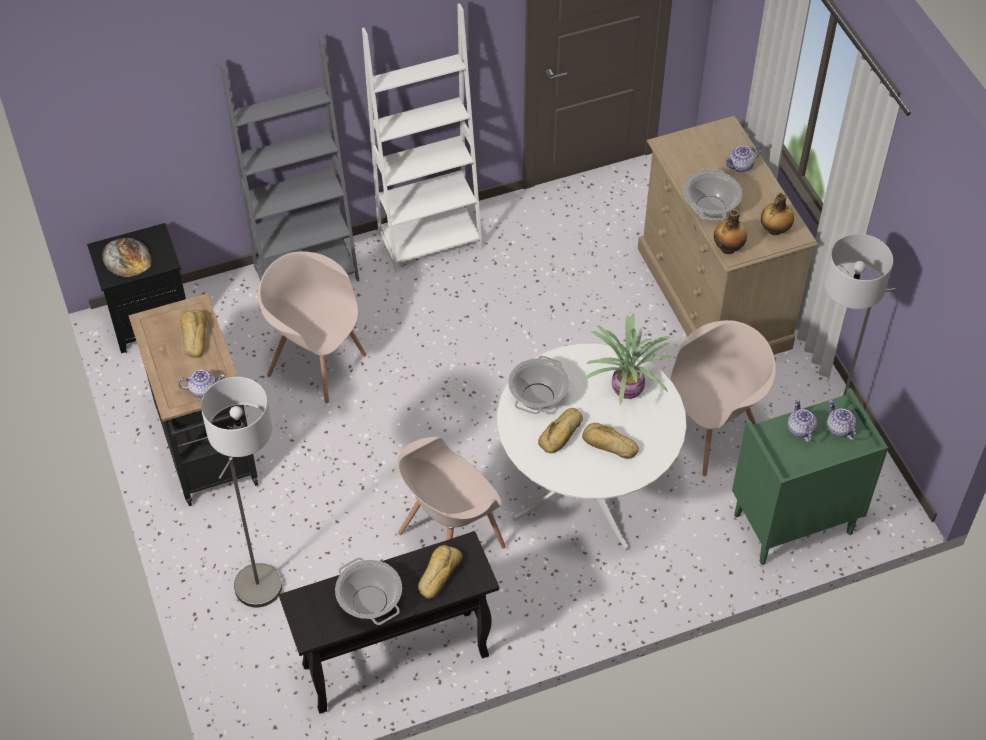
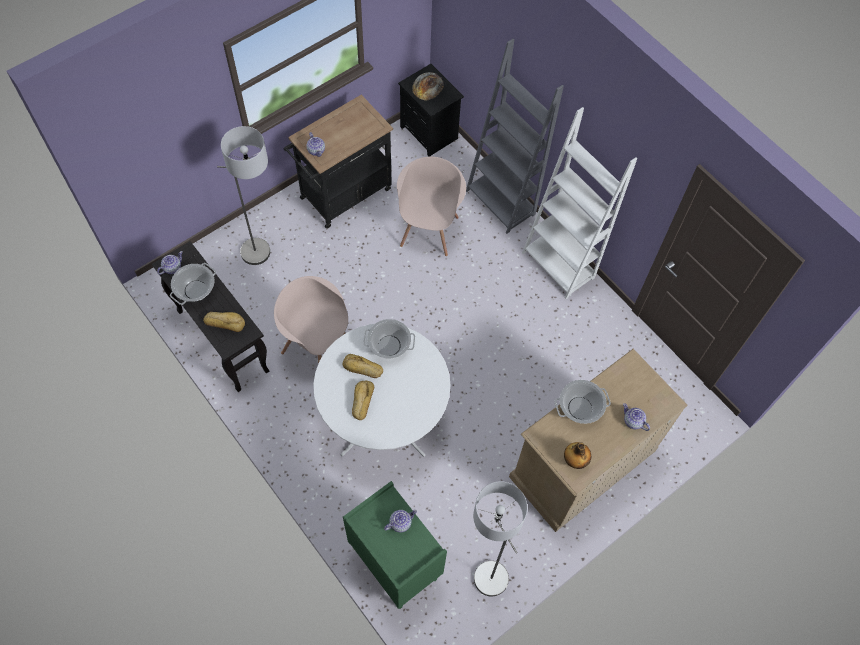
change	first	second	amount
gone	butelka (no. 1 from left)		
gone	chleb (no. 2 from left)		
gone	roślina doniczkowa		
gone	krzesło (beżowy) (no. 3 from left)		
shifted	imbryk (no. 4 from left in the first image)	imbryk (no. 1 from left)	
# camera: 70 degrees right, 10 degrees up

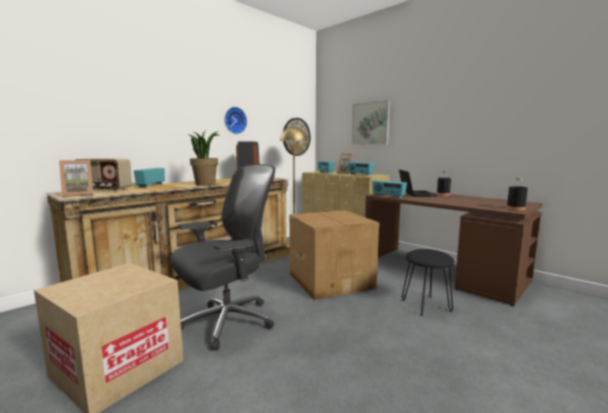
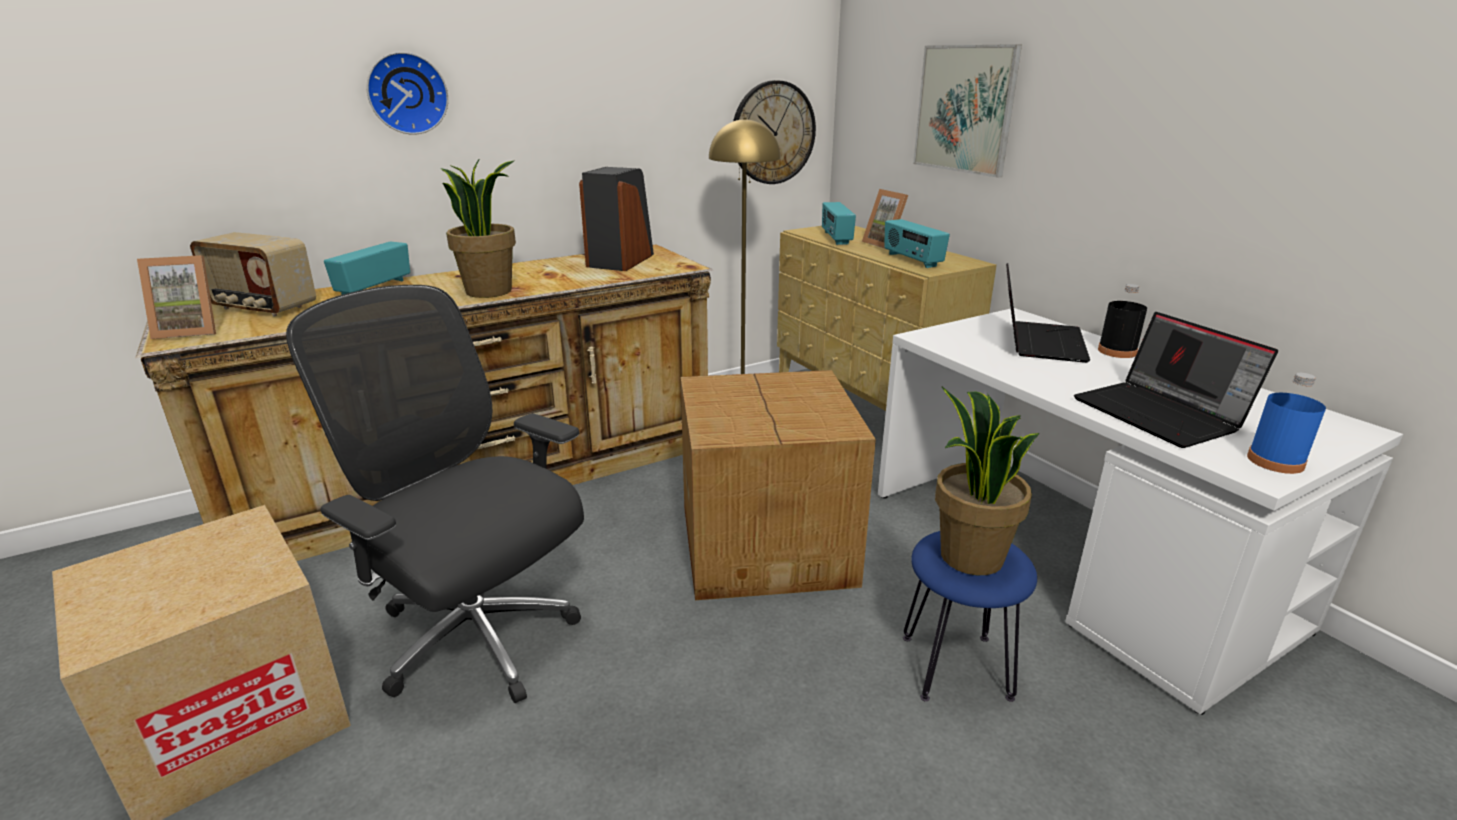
change	first	second	amount
shifted	zegar ścienny (no. 1 from left)		
rotated	krzesło biurowe		120 degrees counterclockwise
repainted	butelka (czarny) (no. 2 from left)	butelka (niebieski)	
gone	radio (no. 5 from left)		
repainted	biurko (brązowy)	biurko (biały)	
repainted	stołek (czarny)	stołek (niebieski)	
new		laptop (no. 2 from left)	
new		roślina doniczkowa (no. 2 from left)	
# camera: 15 degrees right, 15 degrees up

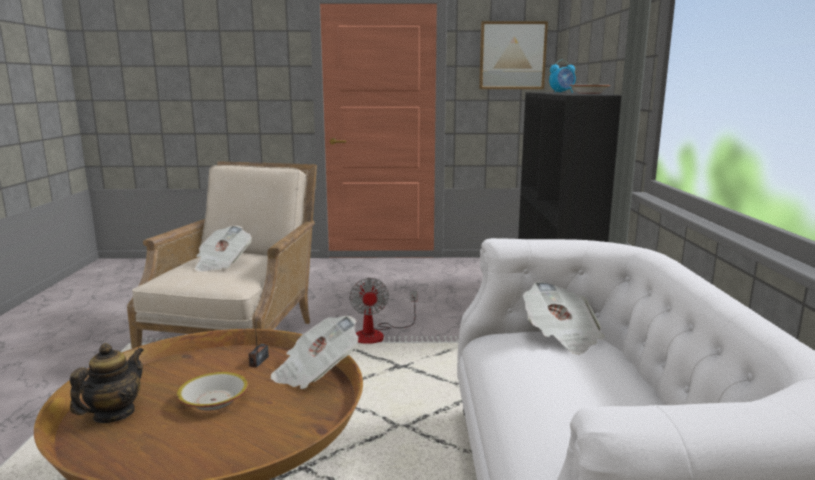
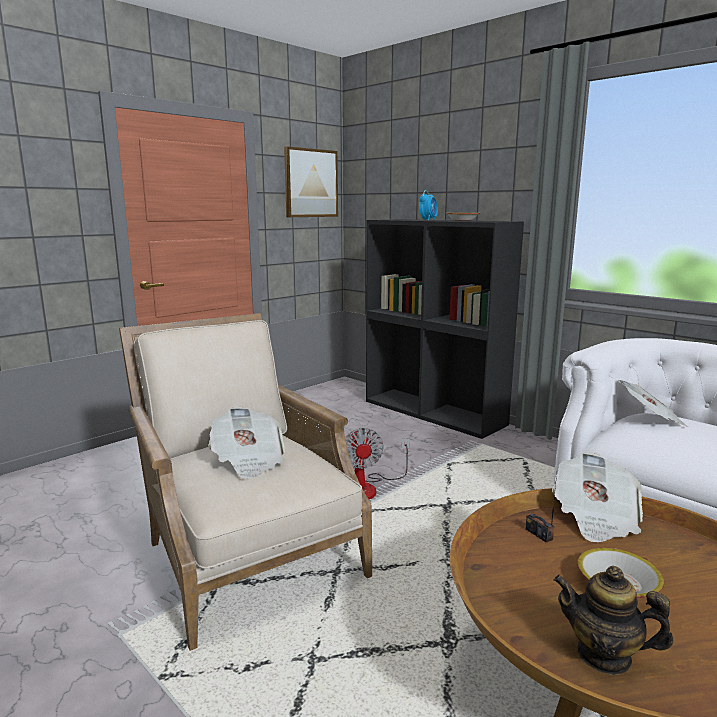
change	first	second	amount
rotated	wentylator		45 degrees clockwise
rotated	imbryk		45 degrees counterclockwise
# camera: 45 degrees left, 0 degrees up

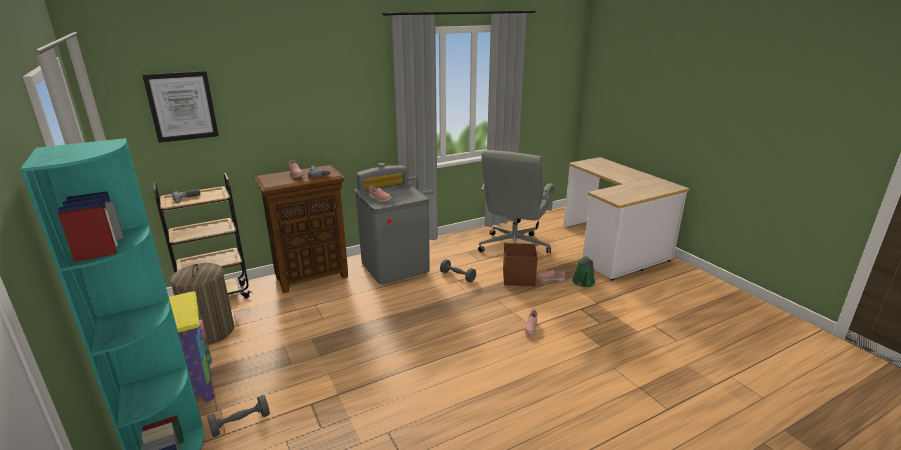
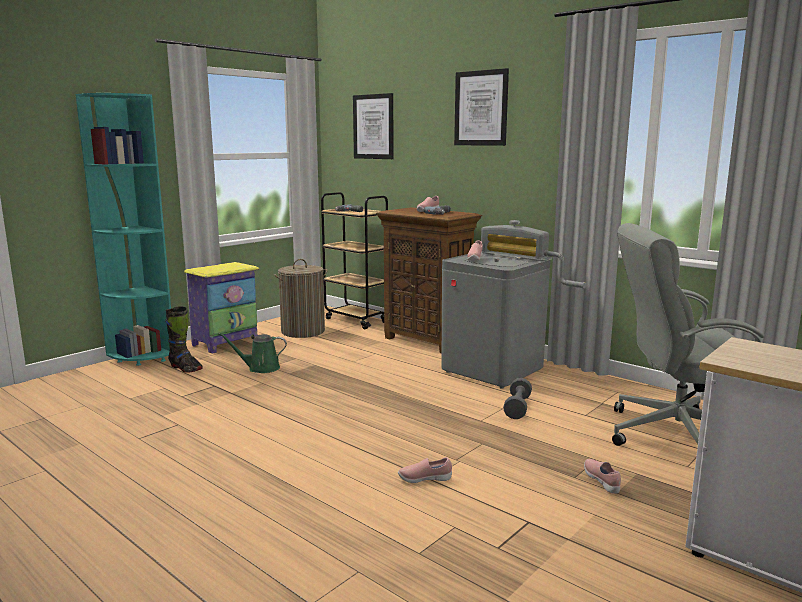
change	first	second	amount
gone	pojemnik do przechowywania (brązowy)		
shifted	konewka (zielony)		
swapped	hantel (szary) (no. 1 from left)	but z cholewką (czarny)	
new		obraz (no. 2 from left)	
# camera: 70 degrees right, 10 degrees down

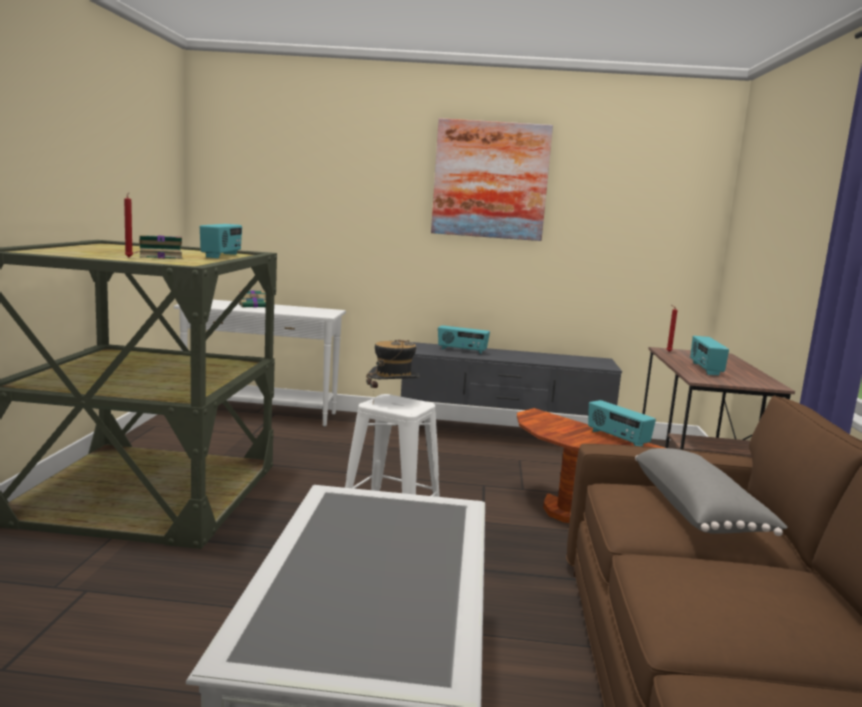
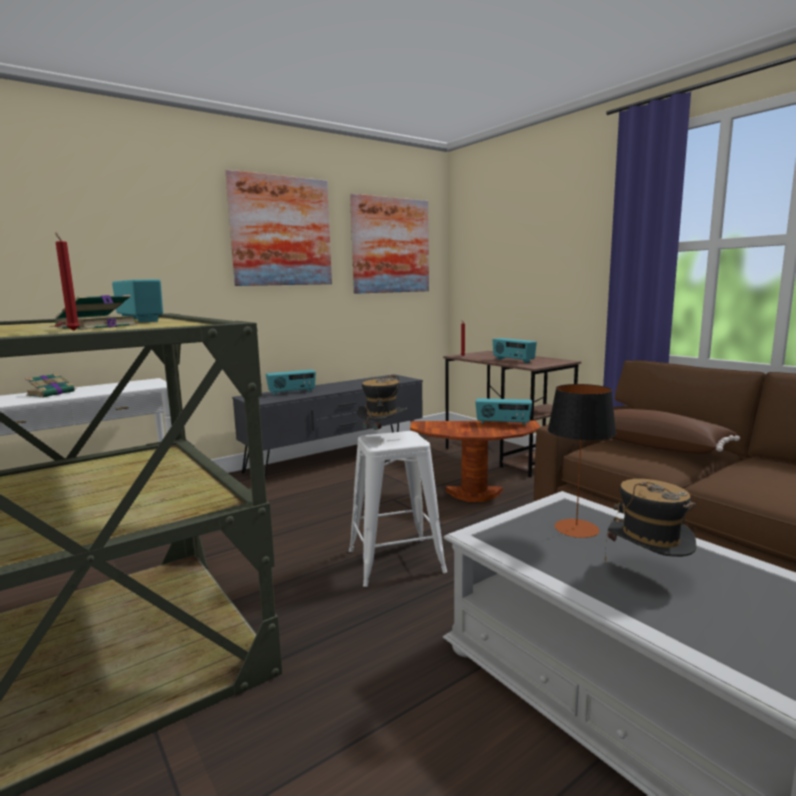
change	first	second	amount
repainted	poduszka (szary)	poduszka (brązowy)	
new		obraz (no. 2 from left)	
new		lampa stołowa	
new		kapelusz (no. 2 from left)	
# camera: 40 degrees left, 0 degrees up

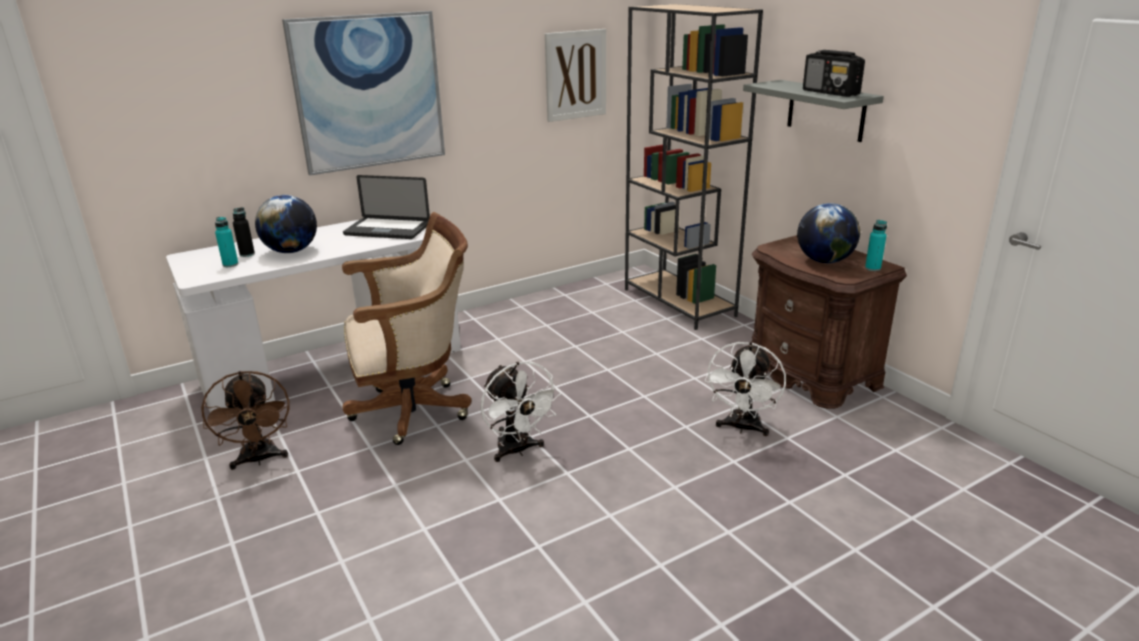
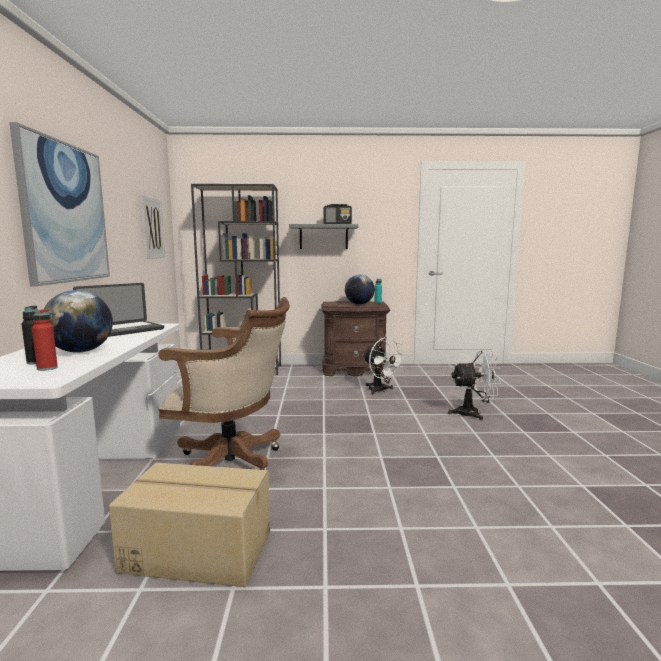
change	first	second	amount
rotated	krzesło biurowe		90 degrees clockwise
repainted	butelka (turkusowy) (no. 1 from left)	butelka (czerwony)	
shifted	wentylator (biały) (no. 1 from left in the first image)	wentylator (biały) (no. 2 from left)	
swapped	wentylator (brązowy)	karton	
# camera: 60 degrees left, 15 degrees down

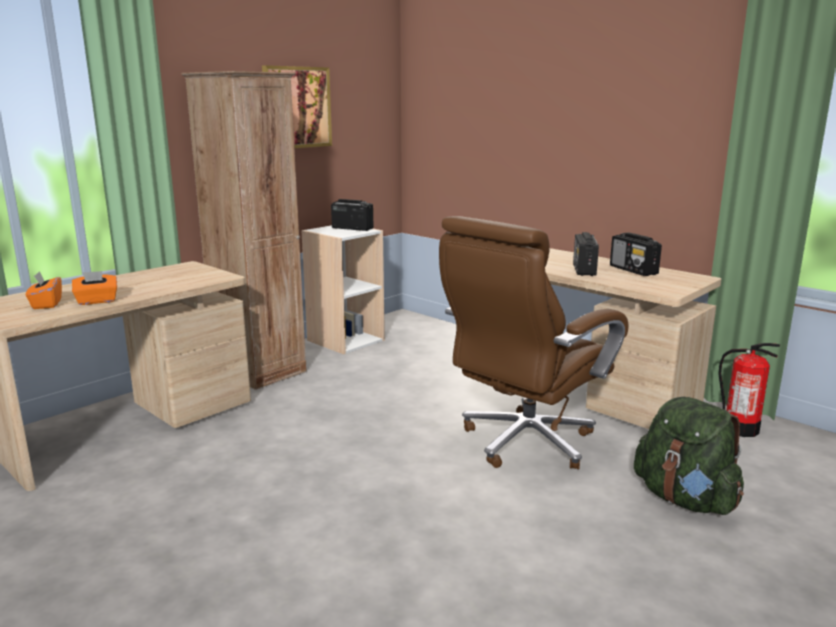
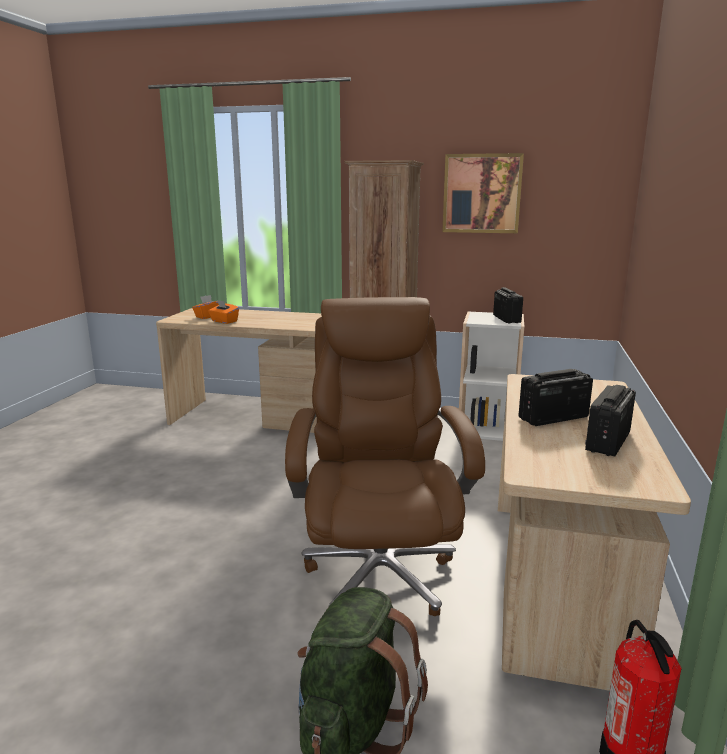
change	first	second	amount
rotated	krzesło biurowe (brązowy)		75 degrees clockwise
# camera: 60 degrees right, 0 degrees up

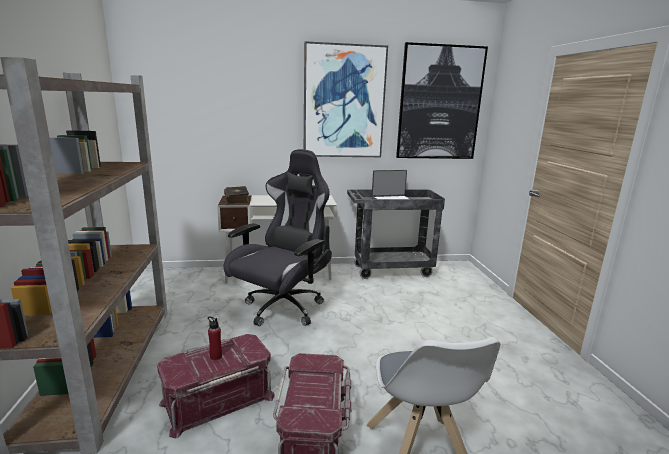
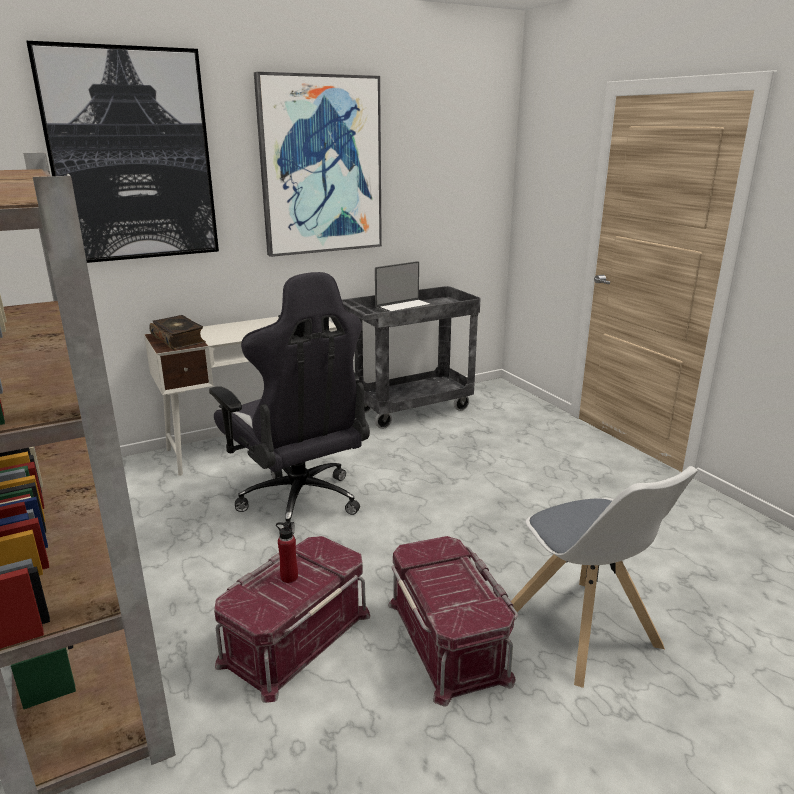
change	first	second	amount
shifted	obraz (no. 2 from left in the first image)	obraz (no. 1 from left)	
rotated	krzesło biurowe (czarny)		135 degrees clockwise
# camera: 20 degrees left, 5 degrees up

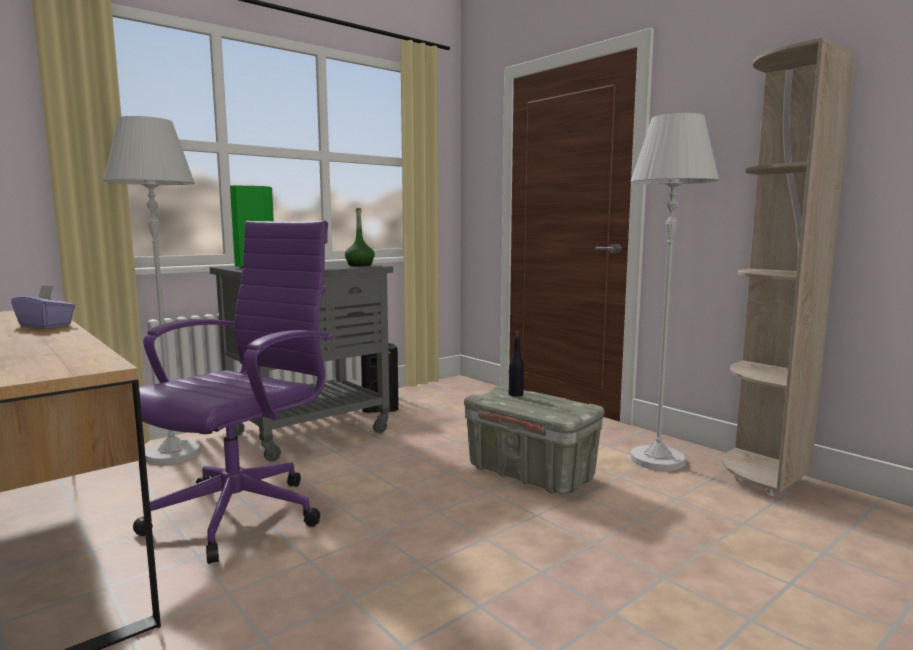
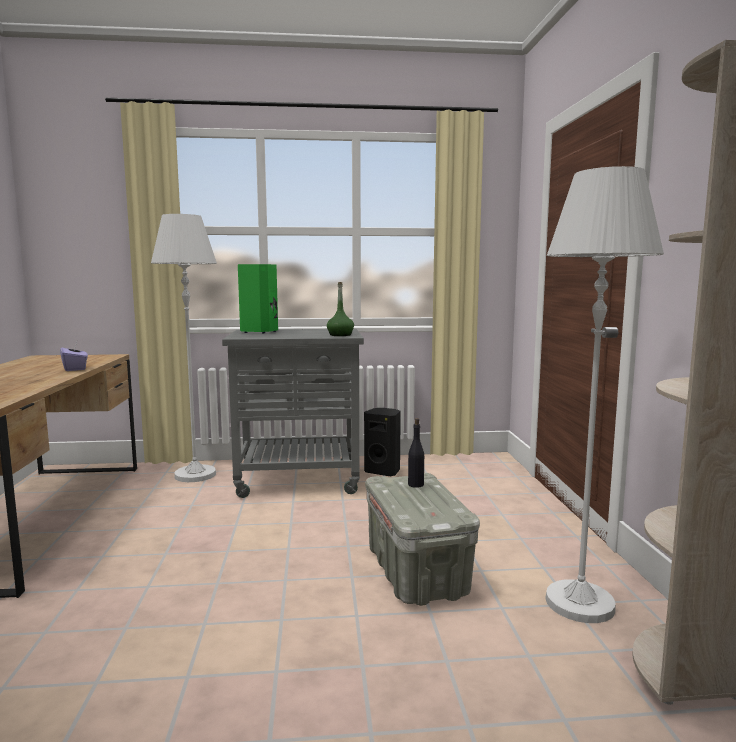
change	first	second	amount
gone	krzesło biurowe (fioletowy)		
# camera: 35 degrees right, 0 degrees up

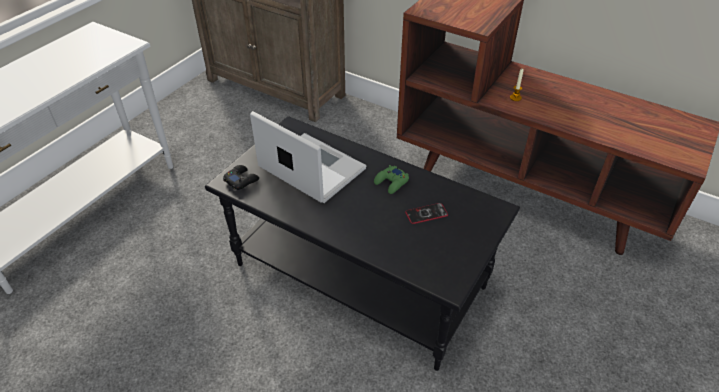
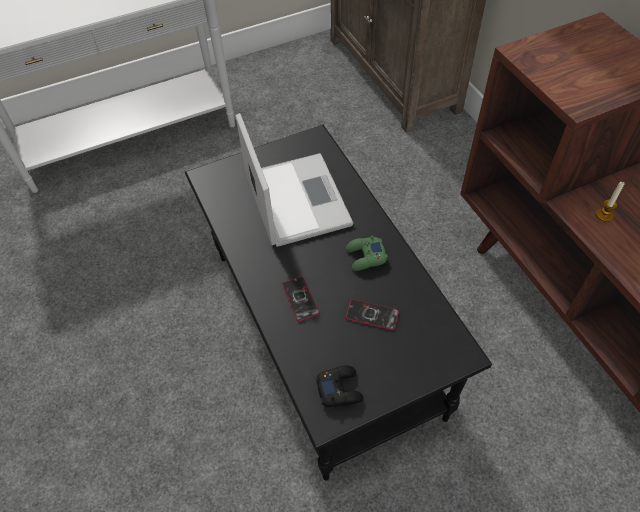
change	first	second	amount
shifted	pad do gier (czarny)		
new		telefon (no. 1 from left)	
# camera: 35 degrees right, 10 degrees up

